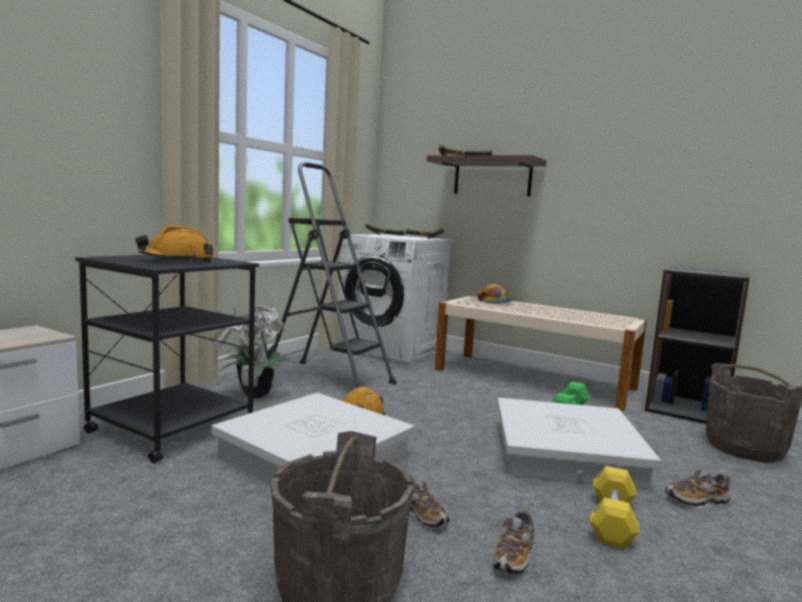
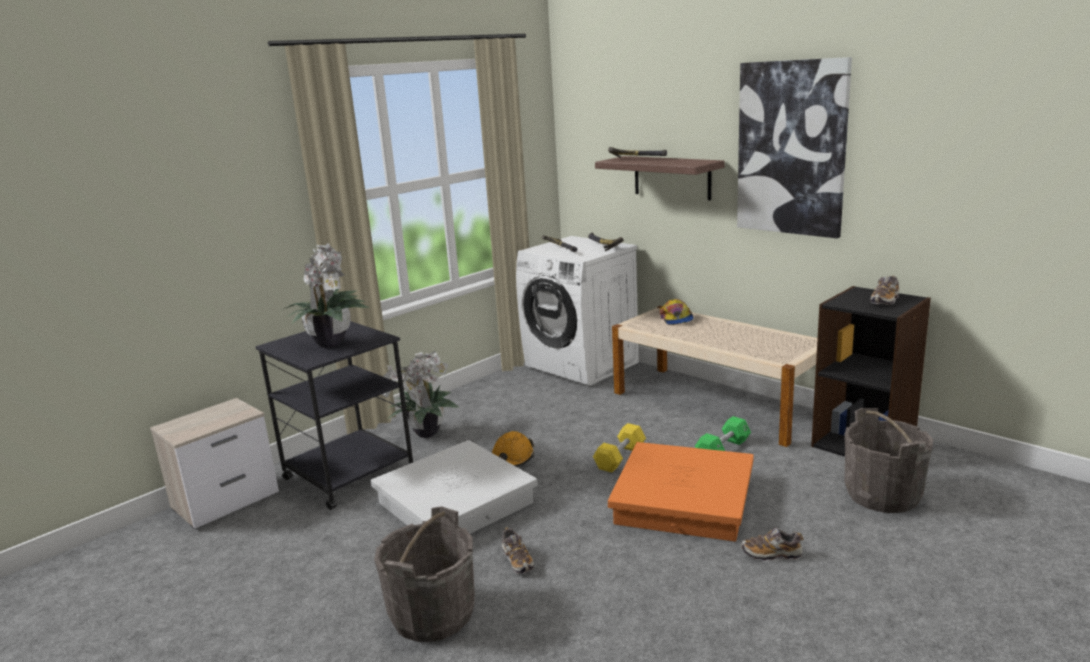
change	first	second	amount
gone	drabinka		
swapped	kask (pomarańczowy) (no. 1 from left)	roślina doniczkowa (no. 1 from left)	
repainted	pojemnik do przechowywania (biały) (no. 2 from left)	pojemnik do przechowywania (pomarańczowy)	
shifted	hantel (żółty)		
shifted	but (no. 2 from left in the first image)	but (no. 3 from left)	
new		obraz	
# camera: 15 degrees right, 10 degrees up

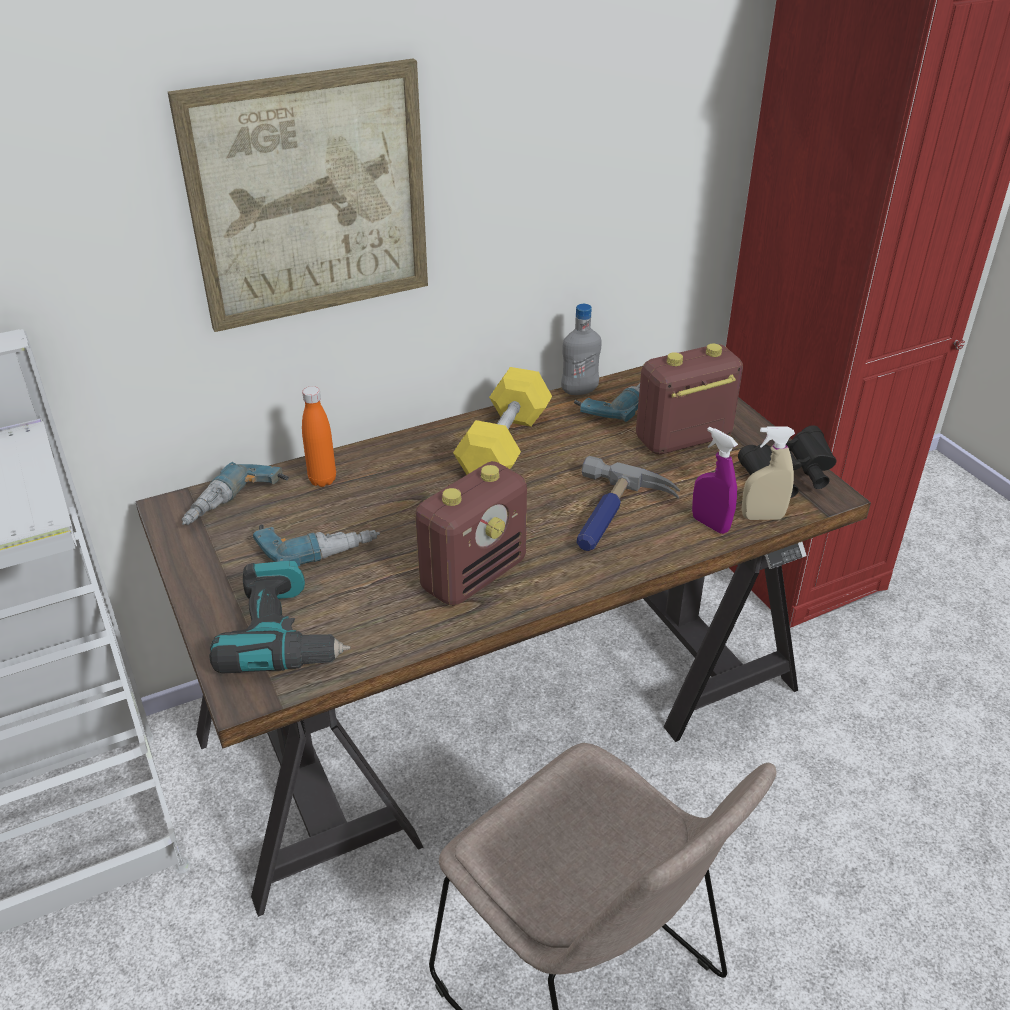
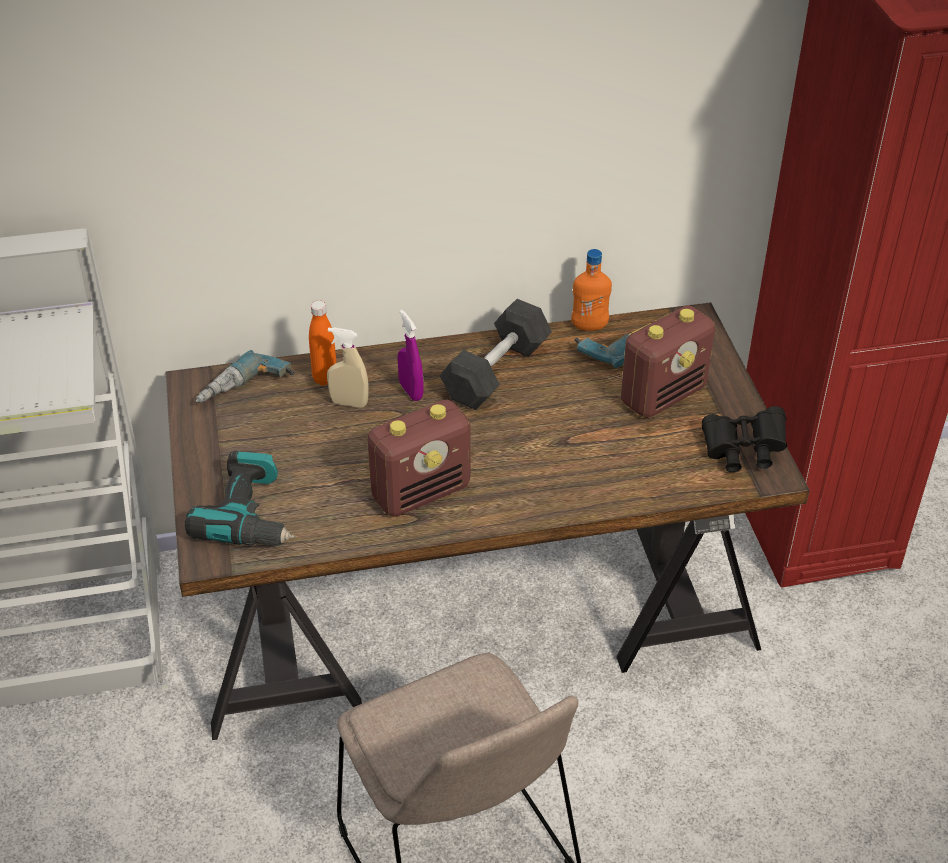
change	first	second	amount
gone	obraz		
repainted	butelka (szary)	butelka (pomarańczowy) (no. 2 from left)	
rotated	radio (no. 2 from left)		150 degrees clockwise
repainted	hantel (żółty)	hantel (szary)	
shifted	spryskiwacz (beżowy)		
shifted	spryskiwacz (fioletowy)		
gone	młotek		
gone	wiertarka (no. 3 from left)		
# camera: 15 degrees right, 5 degrees up

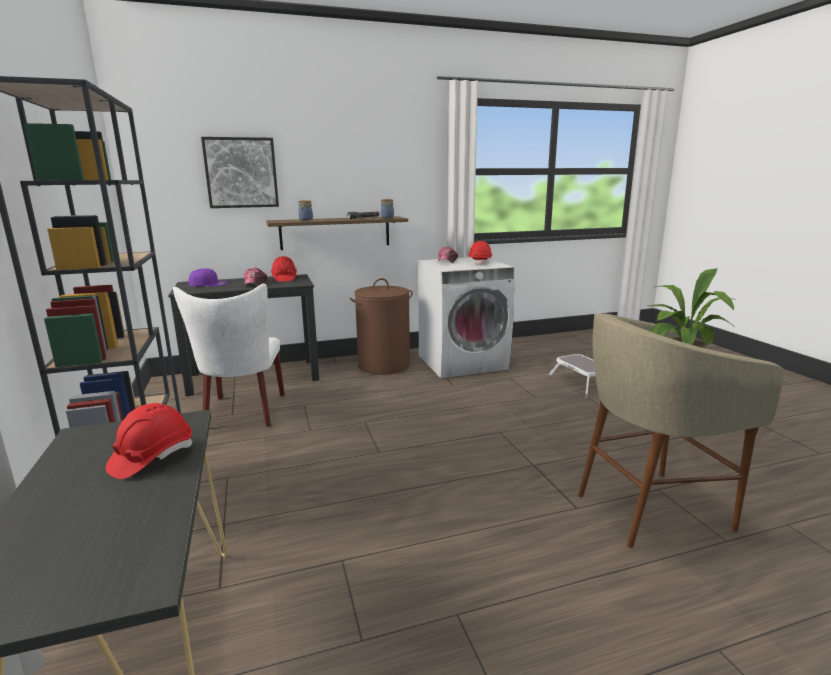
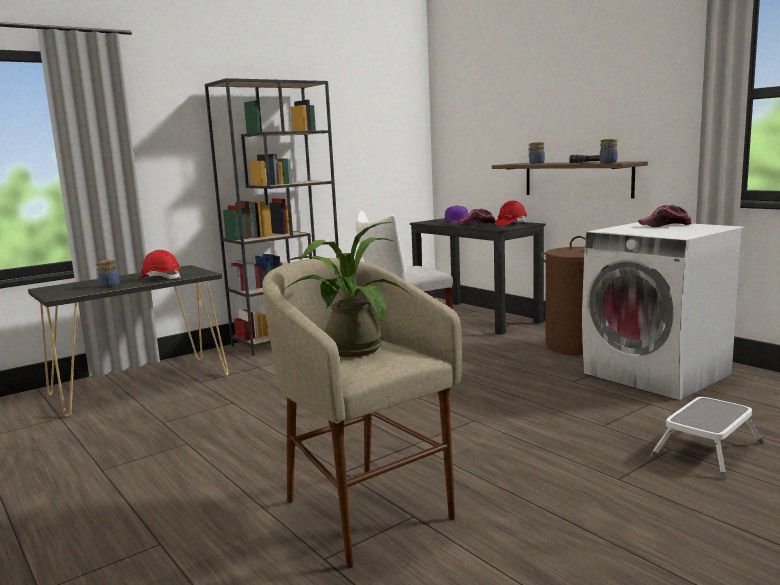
change	first	second	amount
gone	obraz		
gone	kask (czerwony) (no. 3 from left)		
new		słoik (no. 1 from left)	
# camera: 70 degrees right, 5 degrees down

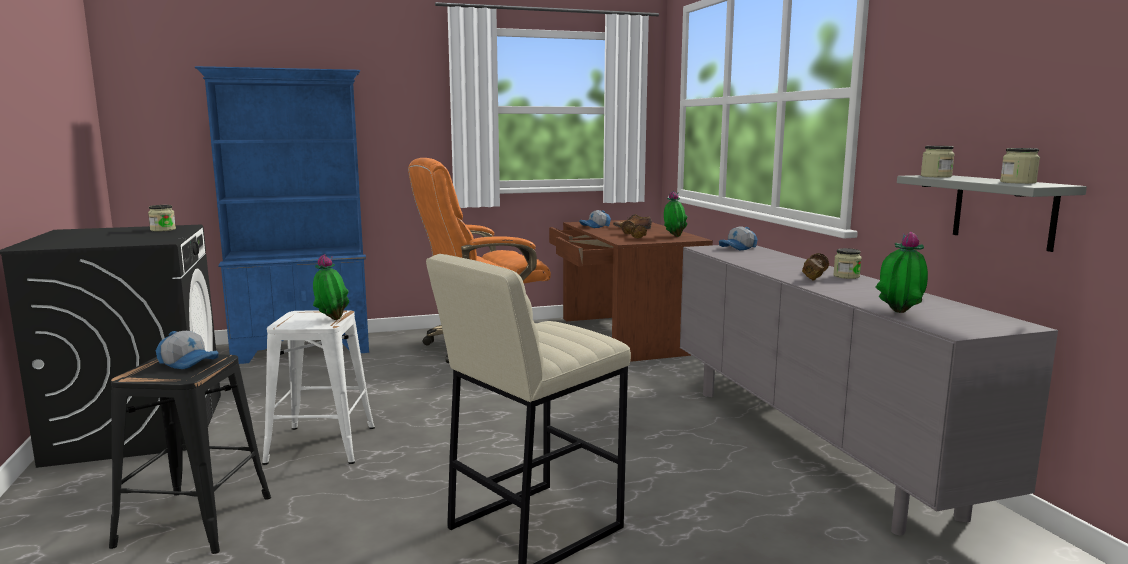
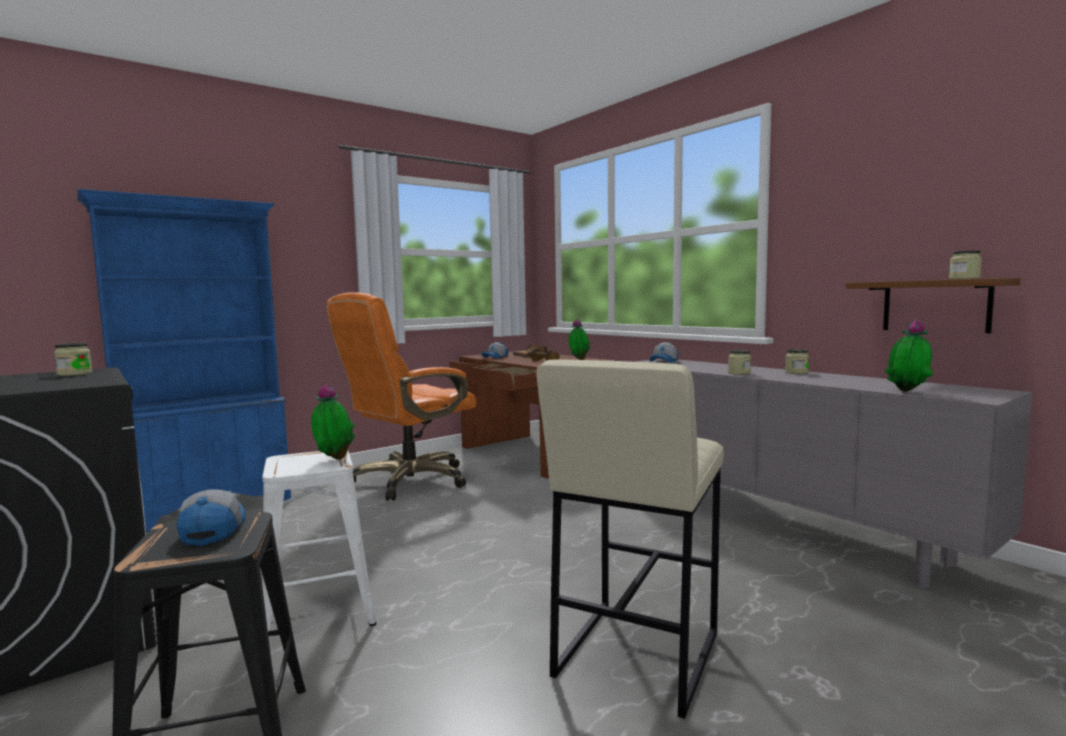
change	first	second	amount
shifted	słoik (no. 3 from left in the first image)	słoik (no. 2 from left)	
repainted	półka (szary)	półka (brązowy)	
gone	hantel (brązowy) (no. 2 from left)		
rotated	czapka z daszkiem (no. 1 from left)		105 degrees counterclockwise
# camera: 20 degrees left, 5 degrees down

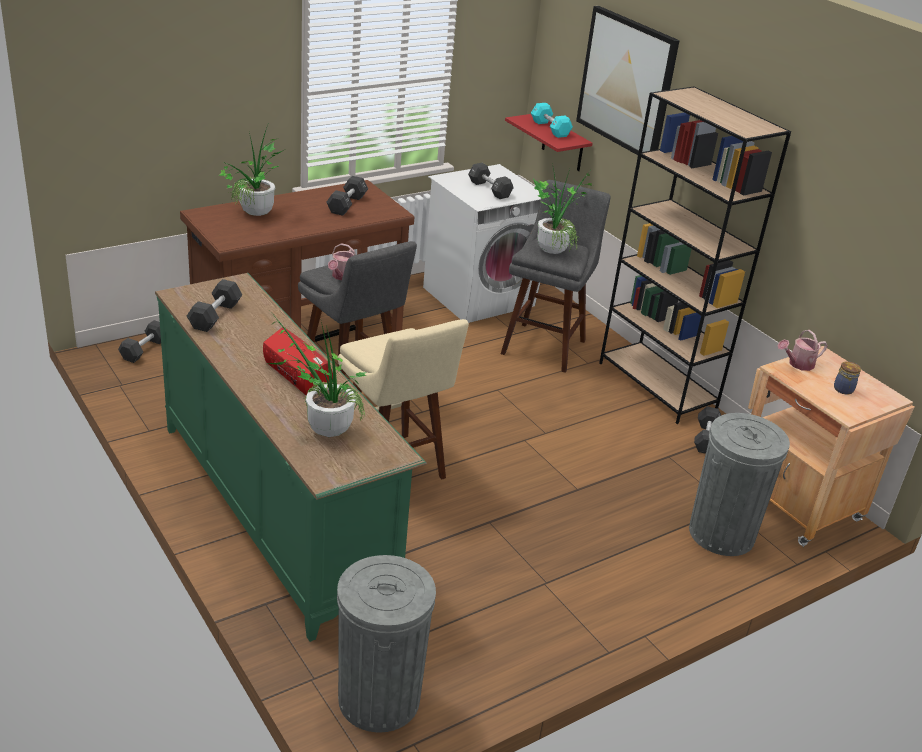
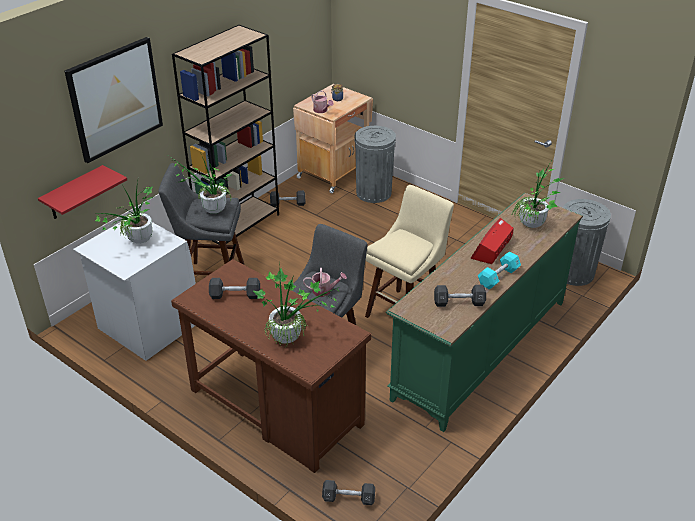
change	first	second	amount
shifted	hantel (turkusowy)		
swapped	hantel (czarny) (no. 4 from left)	roślina doniczkowa (no. 1 from left)	
# camera: 105 degrees left, 5 degrees up

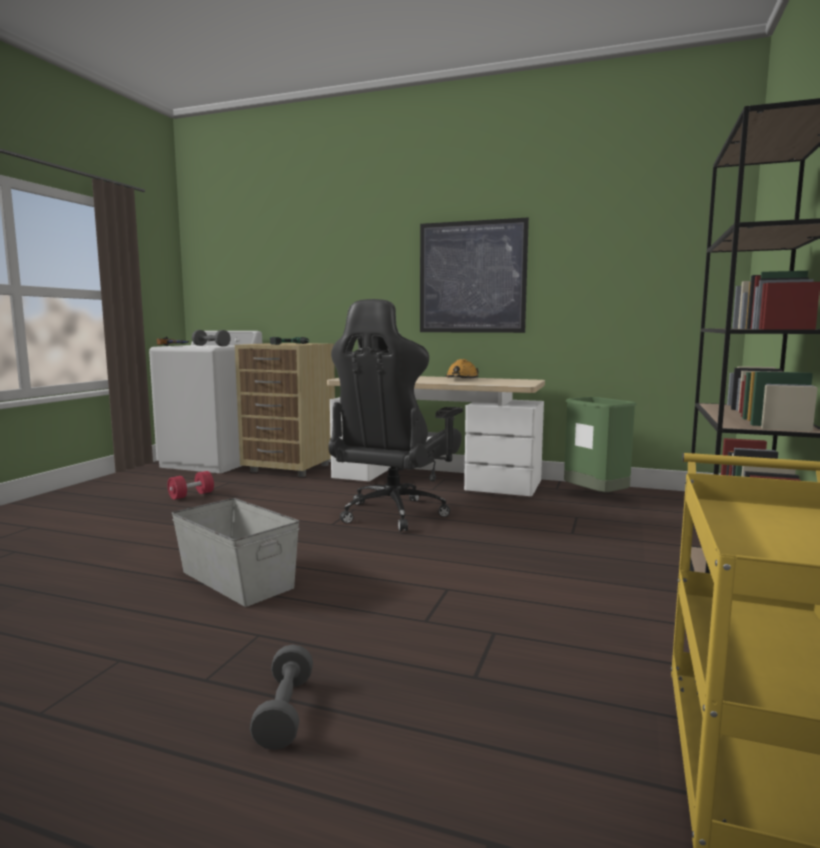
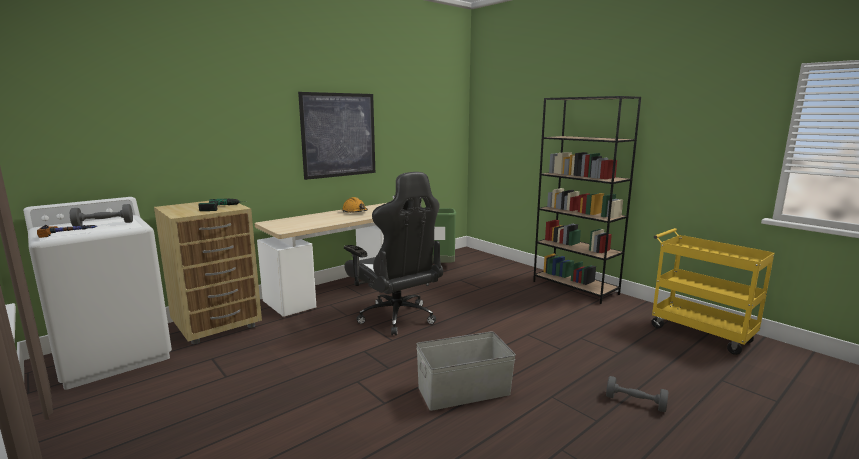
change	first	second	amount
gone	hantel (czerwony)		
# camera: 60 degrees left, 5 degrees up

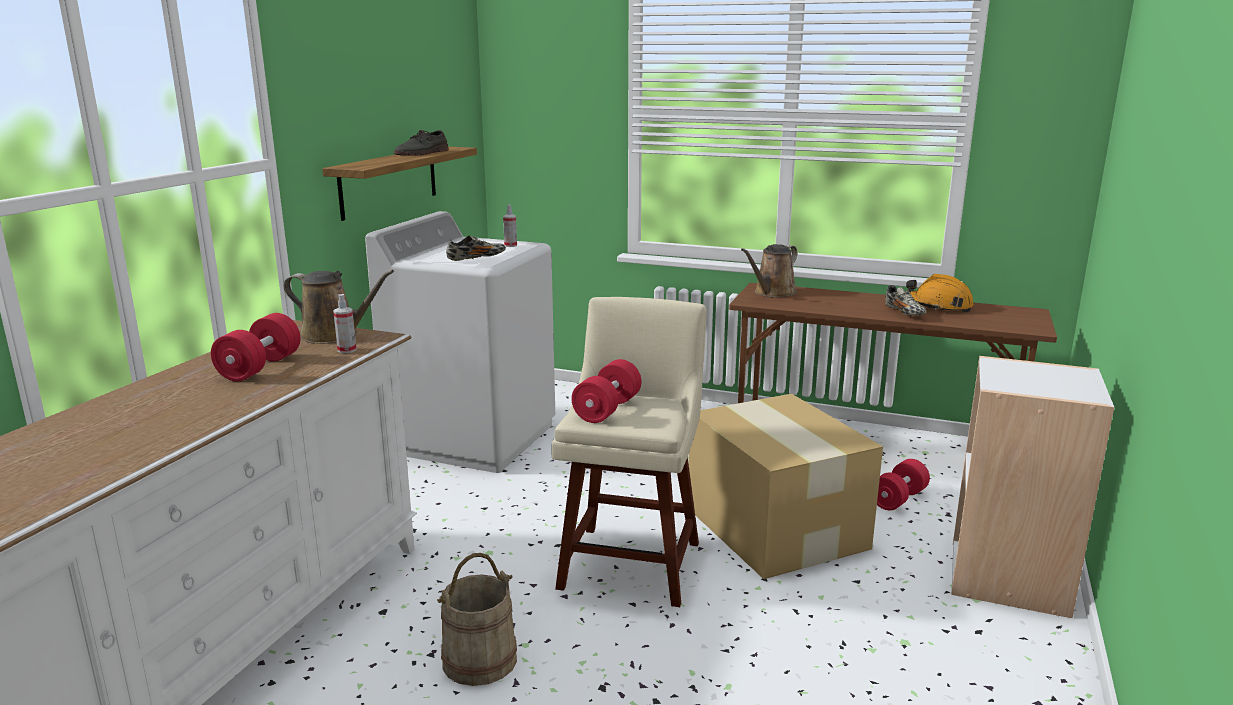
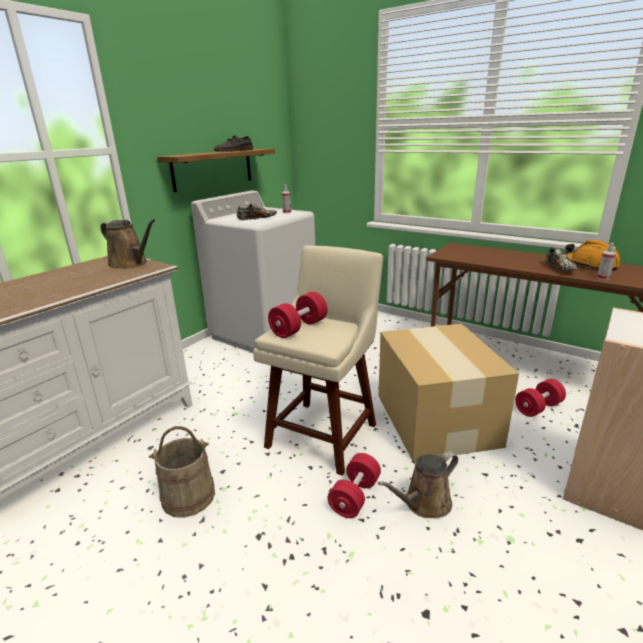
change	first	second	amount
shifted	konewka (brązowy) (no. 2 from left)		
shifted	spryskiwacz (no. 1 from left in the first image)	spryskiwacz (no. 2 from left)	
shifted	hantel (czerwony) (no. 1 from left in the first image)	hantel (czerwony) (no. 2 from left)	
# camera: 15 degrees right, 5 degrees up

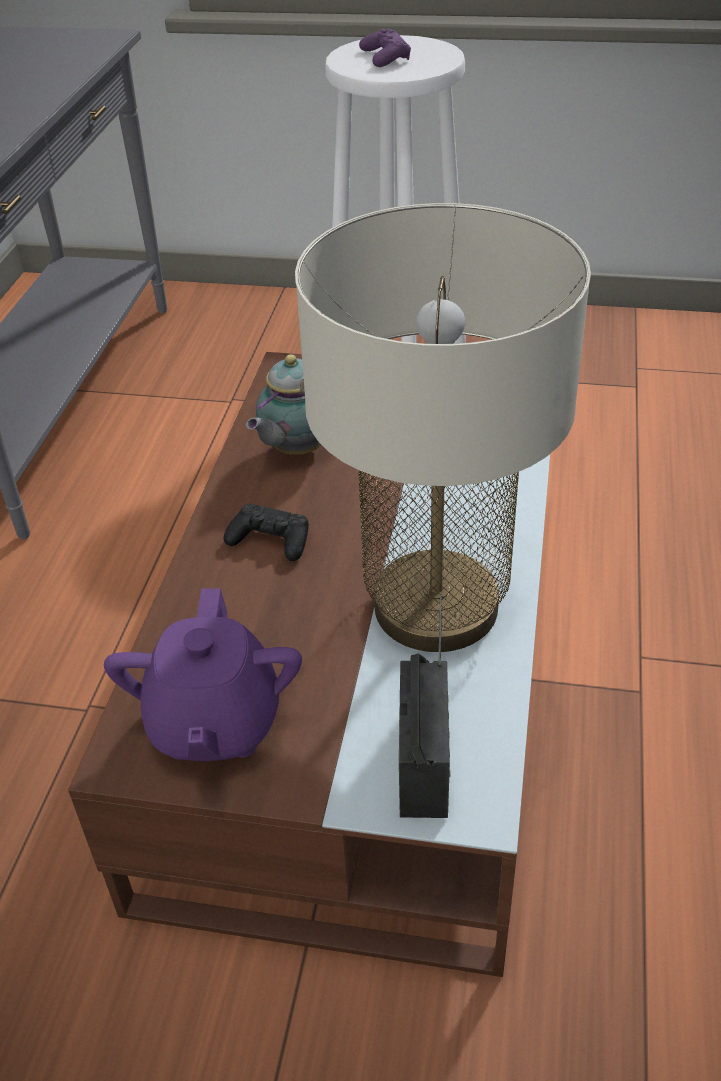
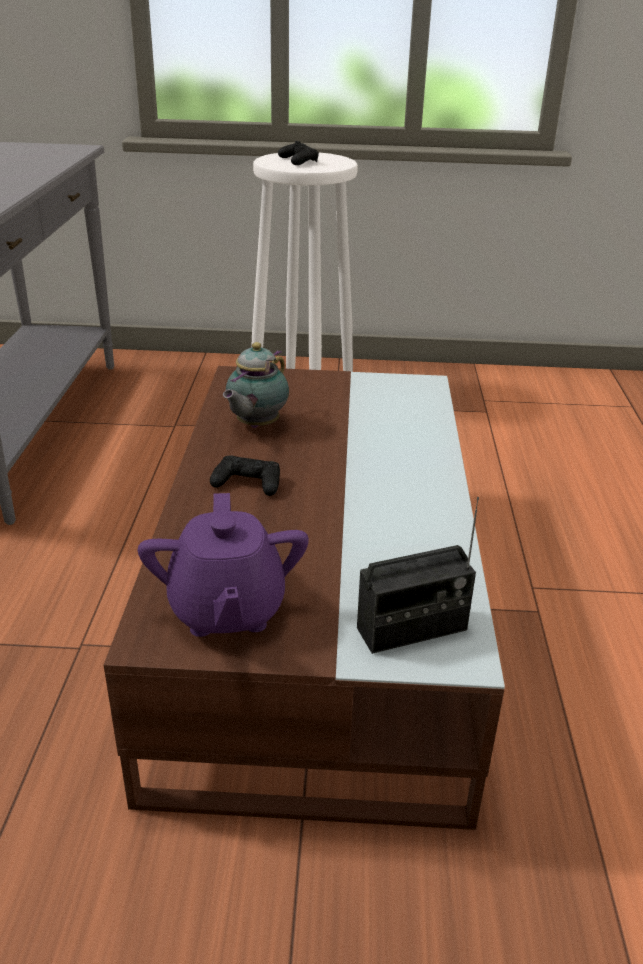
change	first	second	amount
repainted	pad do gier (fioletowy)	pad do gier (czarny) (no. 2 from left)	
gone	lampa stołowa		
rotated	radio		75 degrees clockwise
# camera: 10 degrees left, 10 degrees down

